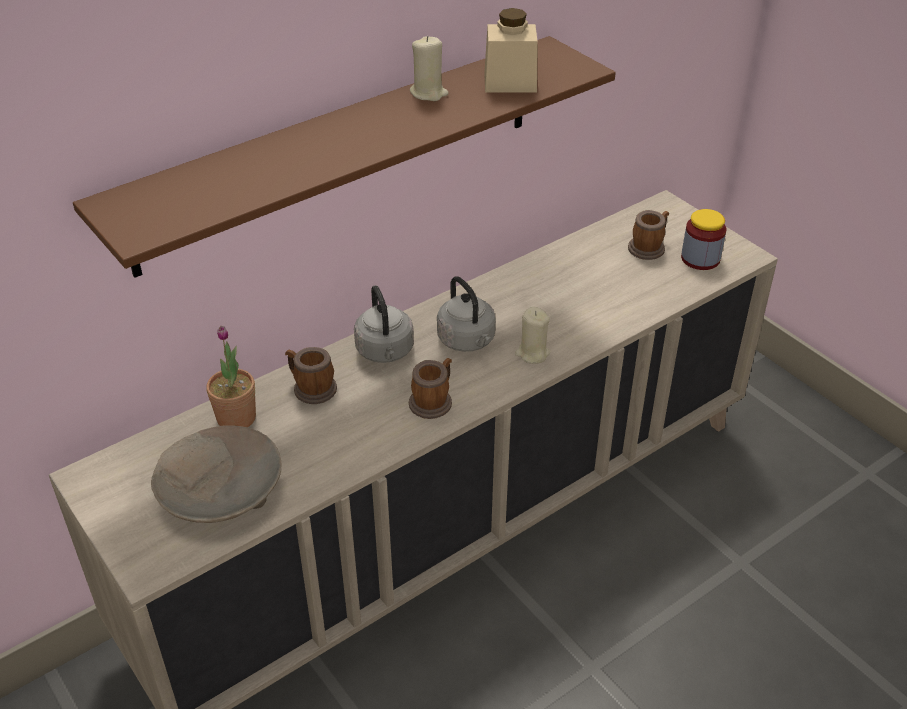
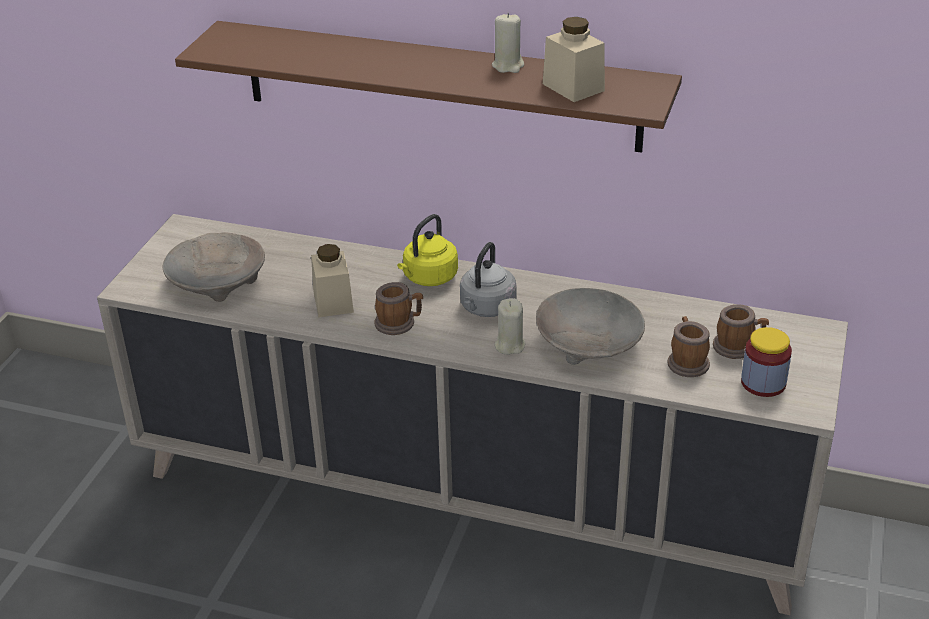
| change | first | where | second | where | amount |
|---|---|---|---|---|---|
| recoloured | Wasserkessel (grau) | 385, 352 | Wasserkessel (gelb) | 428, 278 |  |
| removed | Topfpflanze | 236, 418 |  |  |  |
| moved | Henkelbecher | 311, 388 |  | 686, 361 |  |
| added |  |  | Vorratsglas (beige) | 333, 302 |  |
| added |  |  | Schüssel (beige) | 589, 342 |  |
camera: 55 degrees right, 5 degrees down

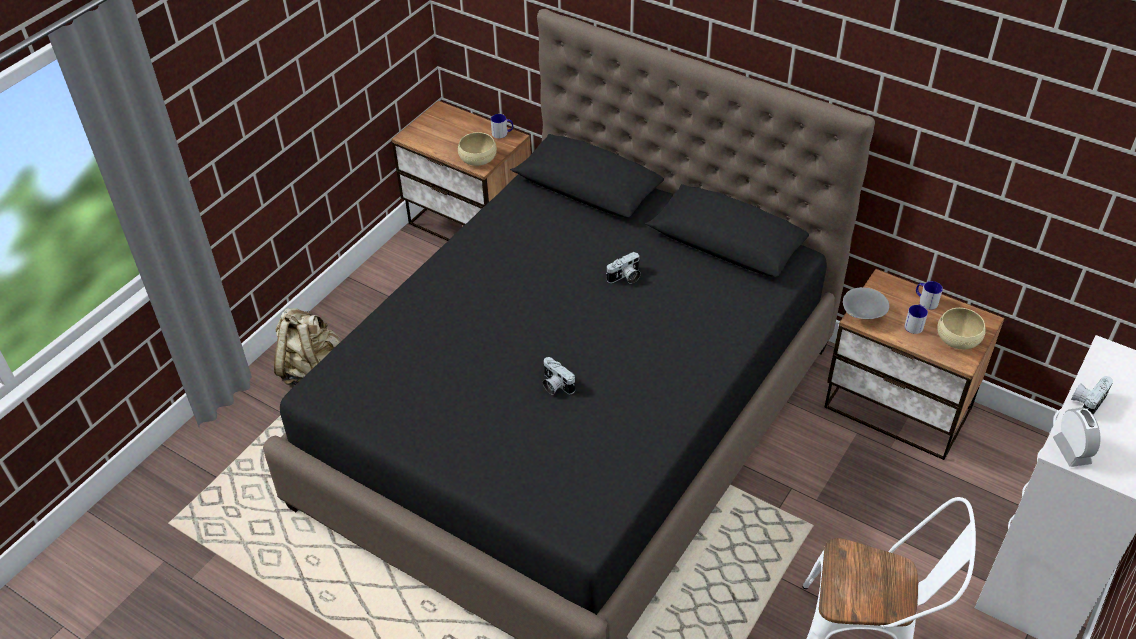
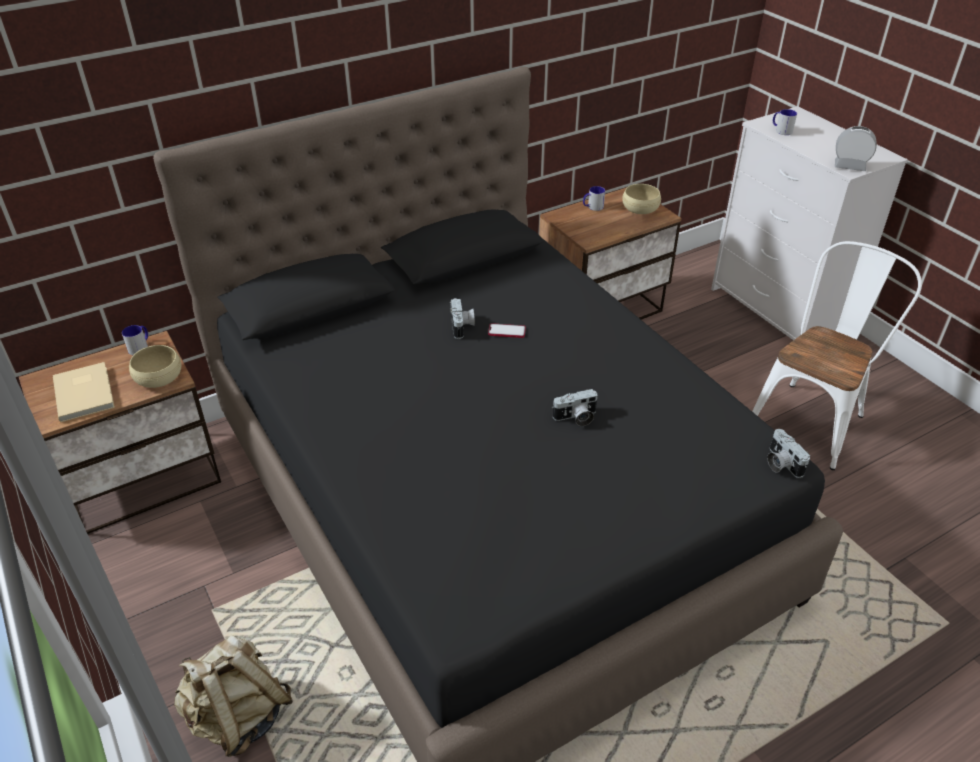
| change | first | where | second | where | amount |
|---|---|---|---|---|---|
| removed | Schüssel (grau) | 862, 315 |  |  |  |
| moved | Henkelbecher | 914, 324 |  | 781, 130 |  |
| moved | Kamera | 1087, 402 |  | 781, 463 |  |
| added |  |  | Handy | 506, 331 |  |
| added |  |  | Buch (beige) | 86, 392 |  |
camera: 65 degrees left, 5 degrees down

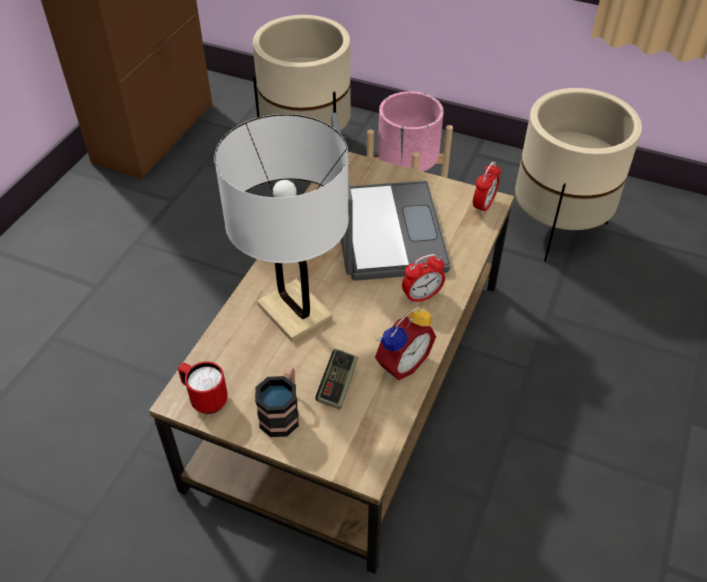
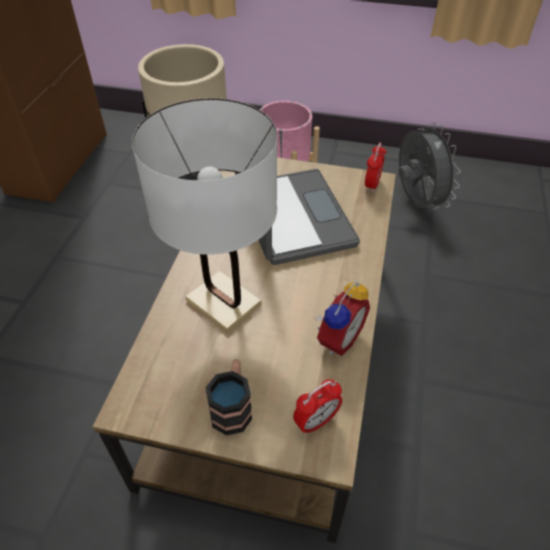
| change | first | where | second | where | amount |
|---|---|---|---|---|---|
| replaced | Pflanzkübel (beige) | 557, 227 | Ventilator (grau) | 415, 202 |  |
| moved | Wecker | 421, 296 |  | 316, 421 |  |
| removed | Gamepad | 337, 385 |  |  |  |
| removed | Henkelbecher (rot) | 205, 399 |  |  |  |
camera: 10 degrees left, 0 degrees up

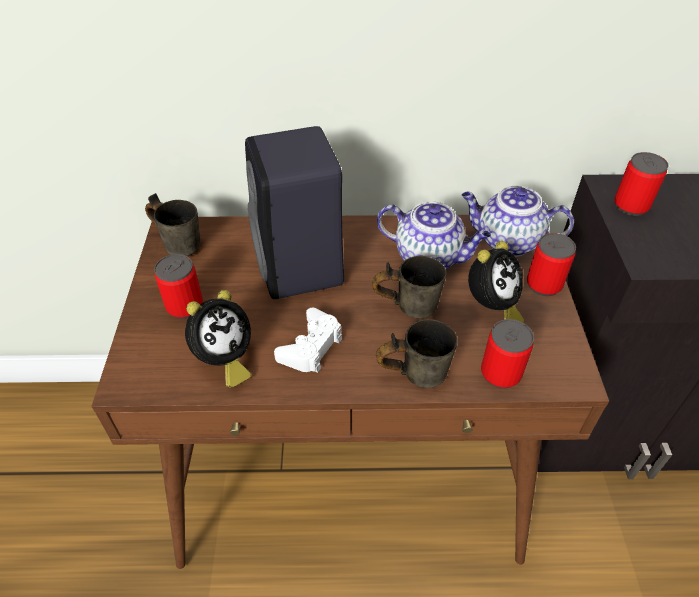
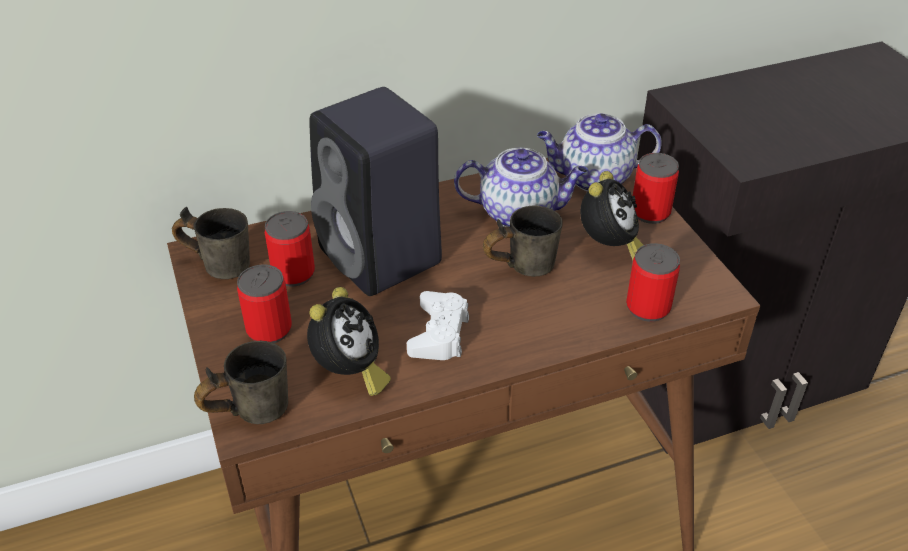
| change | first | where | second | where | amount |
|---|---|---|---|---|---|
| moved | Dose | 631, 206 |  | 293, 274 |  |
| moved | Henkelbecher (grau) | 413, 370 |  | 249, 408 |  |
camera: 20 degrees left, 5 degrees down

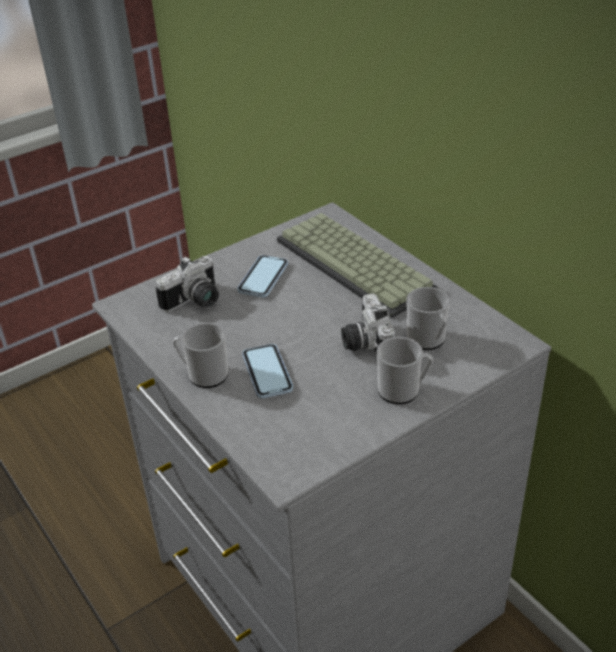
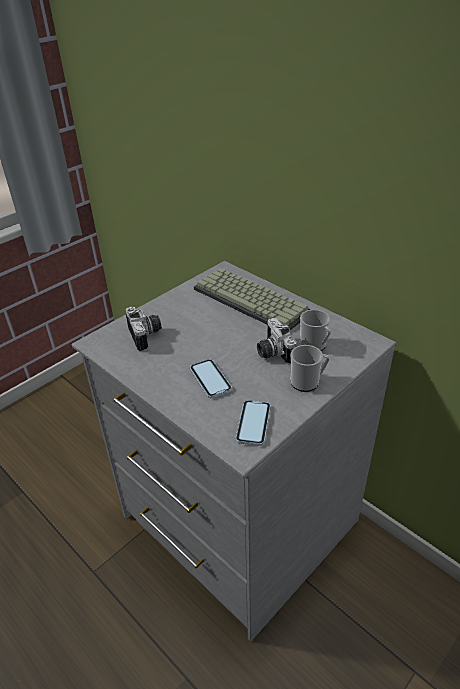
| change | first | where | second | where | amount |
|---|---|---|---|---|---|
| moved | Handy | 263, 278 |  | 253, 423 |  |
| turned | Kamera | 195, 302 |  | 147, 335 | 60 degrees counterclockwise |
| removed | Henkelbecher | 204, 374 |  |  |  |
camera: 10 degrees left, 0 degrees up

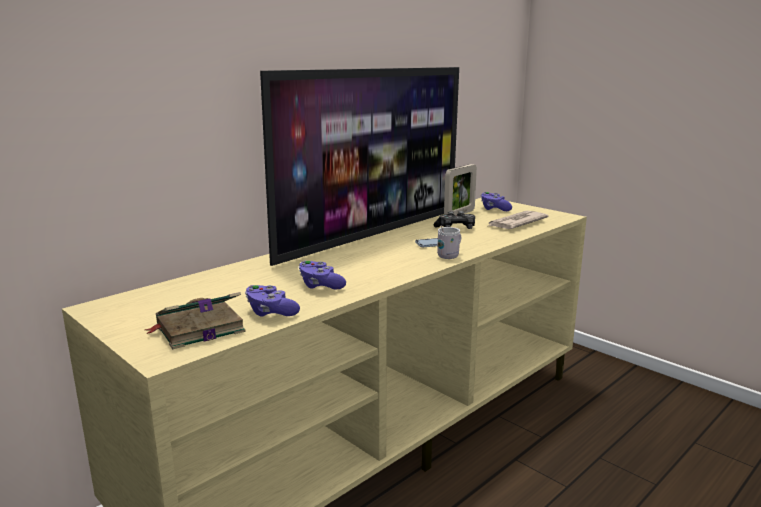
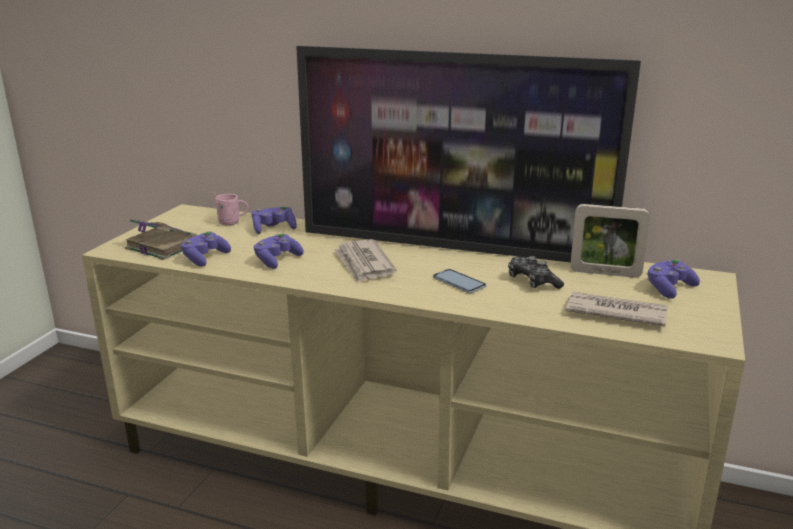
| change | first | where | second | where | amount |
|---|---|---|---|---|---|
| removed | Henkelbecher (weiß) | 450, 256 |  |  |  |
| added |  |  | Henkelbecher (rosa) | 233, 223 |  |
| added |  |  | Gamepad (lila) | 274, 229 |  |
| added |  |  | Zeitung | 364, 264 |  |
camera: 65 degrees right, 5 degrees up

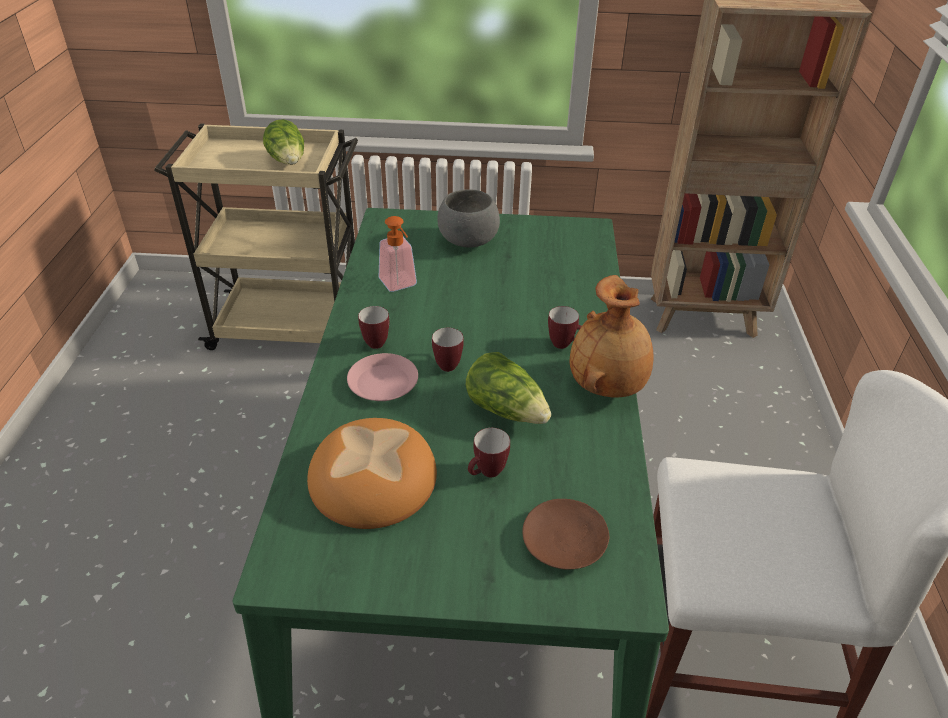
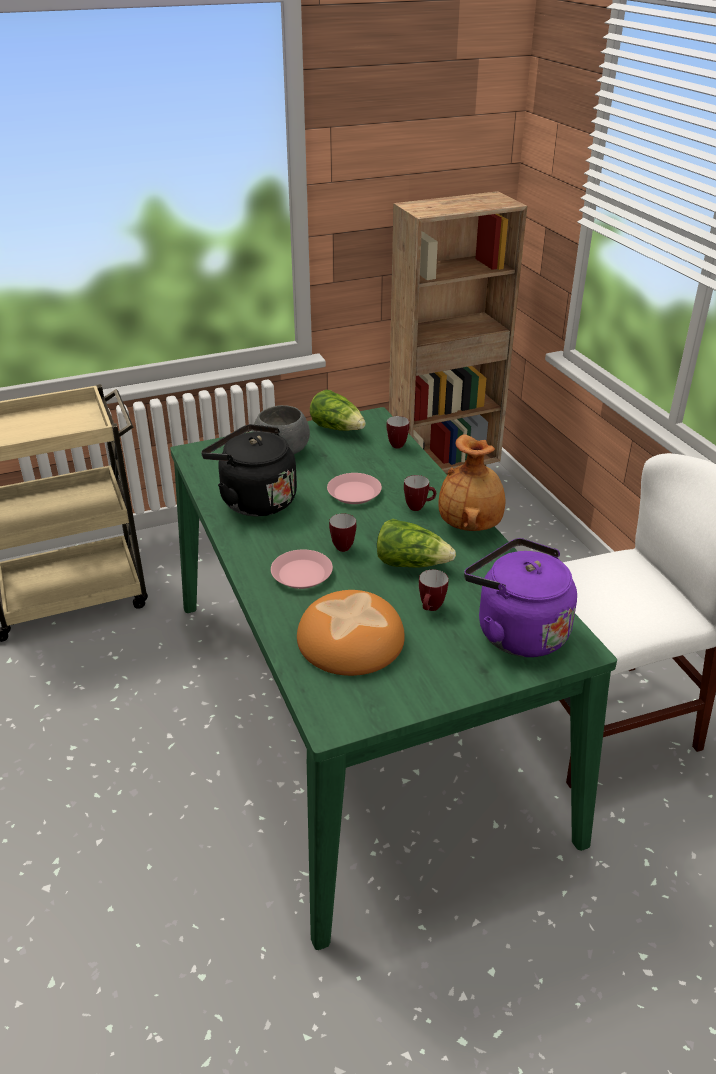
| change | first | where | second | where | amount |
|---|---|---|---|---|---|
| moved | Salatkopf | 288, 161 |  | 338, 428 |  |
| replaced | Seifenspender | 400, 285 | Wasserkessel (schwarz) | 254, 500 |  |
| moved | Henkelbecher | 377, 341 |  | 396, 444 |  |
| replaced | Teller (braun) | 565, 540 | Wasserkessel (lila) | 516, 631 |  |
| added |  |  | Teller (rosa) | 354, 493 |  |
camera: 25 degrees left, 5 degrees down

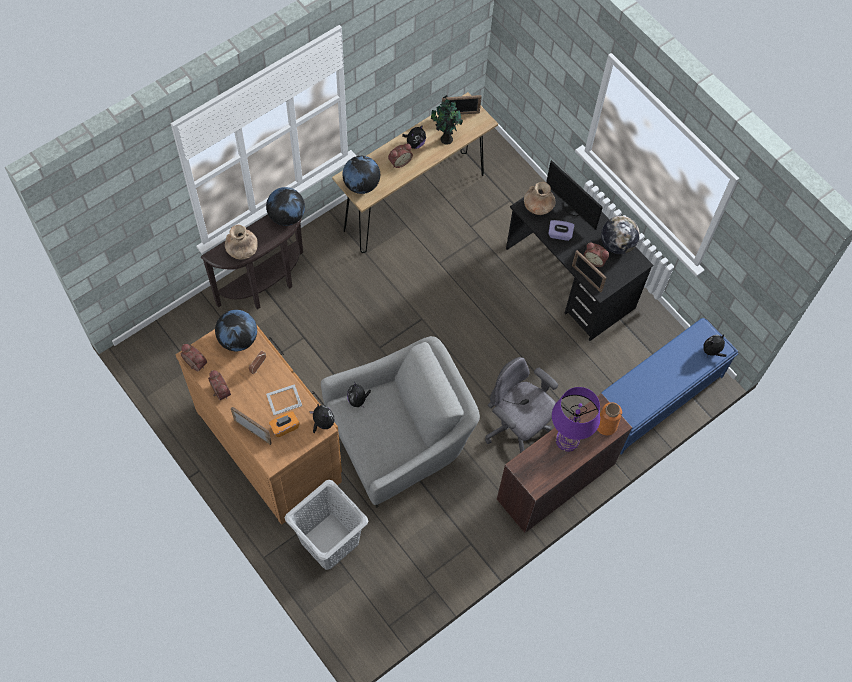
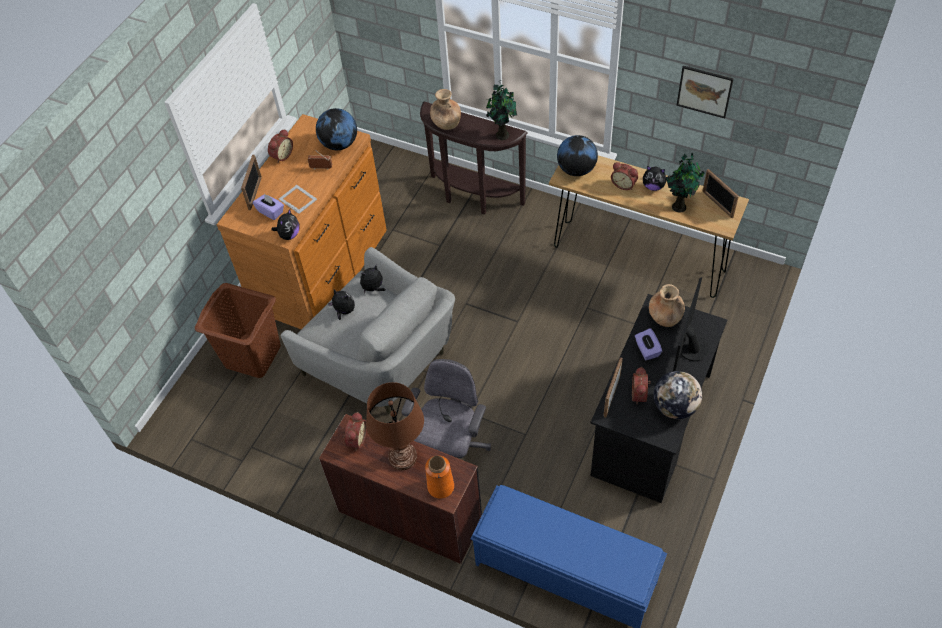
| change | first | where | second | where | amount |
|---|---|---|---|---|---|
| replaced | Globus | 287, 216 | Topfpflanze | 501, 134 |  |
| moved | Plüschtier | 712, 351 |  | 344, 311 |  |
| moved | Wecker | 194, 364 |  | 355, 439 |  |
| recoloured | Tischlampe (lila) | 567, 440 | Tischlampe (braun) | 403, 457 |  |
| recoloured | Taschentuchbox (orange) | 285, 427 | Taschentuchbox (lila) | 271, 211 |  |
| recoloured | Wäschekorb (grau) | 329, 541 | Wäschekorb (braun) | 252, 355 |  |
| added |  |  | Bild | 704, 91 |  |
camera: 70 degrees right, 10 degrees down

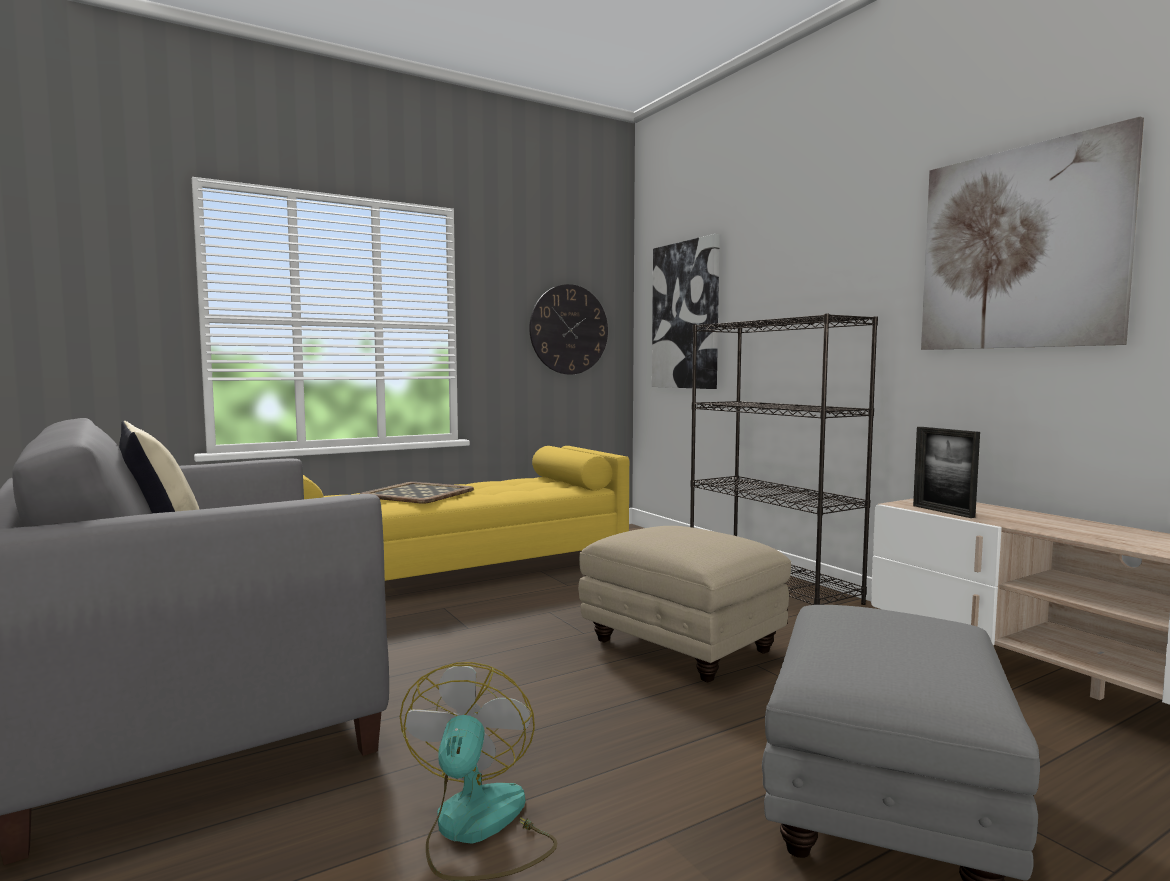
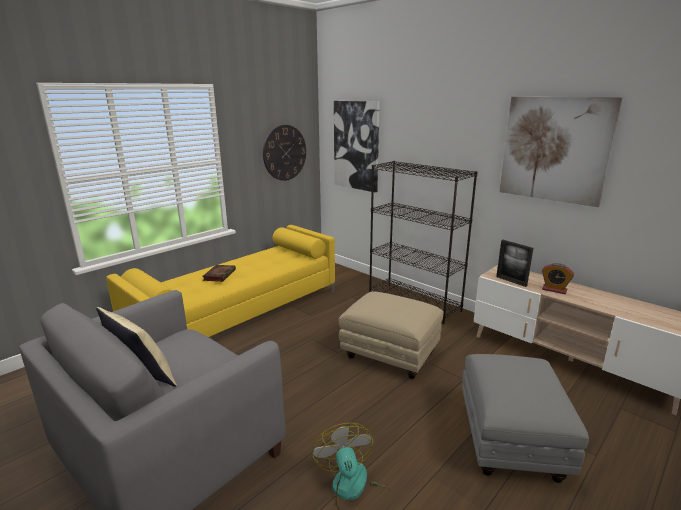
| change | first | where | second | where | amount |
|---|---|---|---|---|---|
| replaced | Tablett | 417, 493 | Buch | 219, 275 |  |
| added |  |  | Wecker | 554, 290 |  |
camera: 15 degrees left, 15 degrees up

